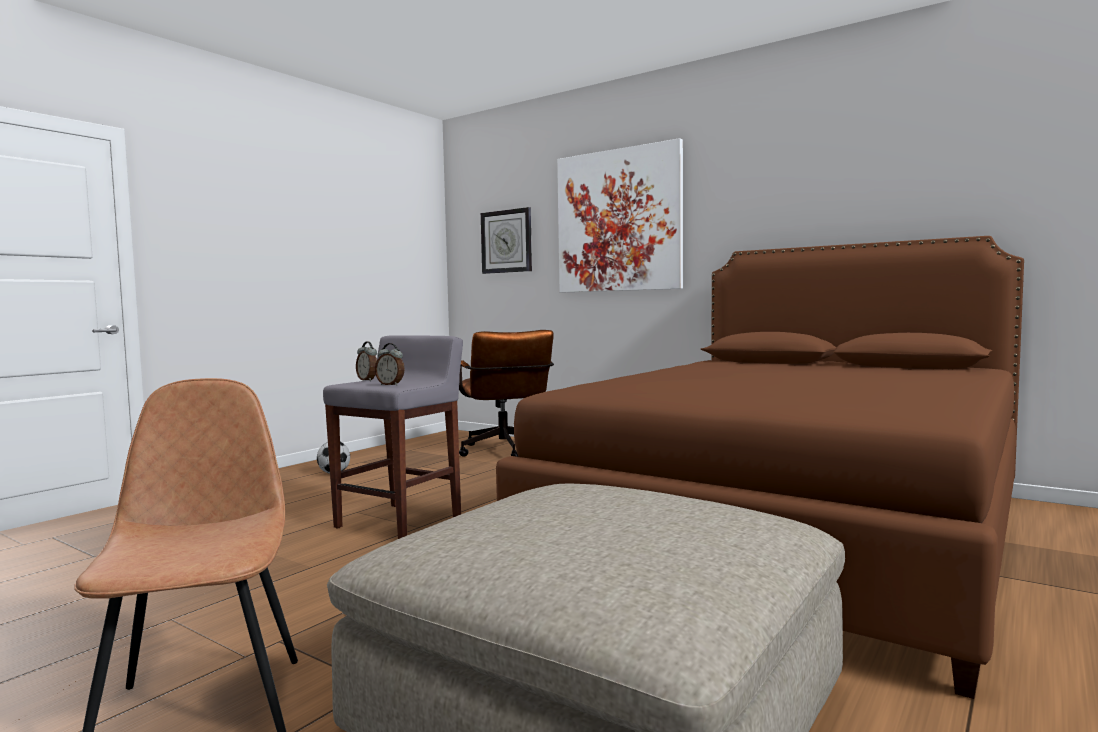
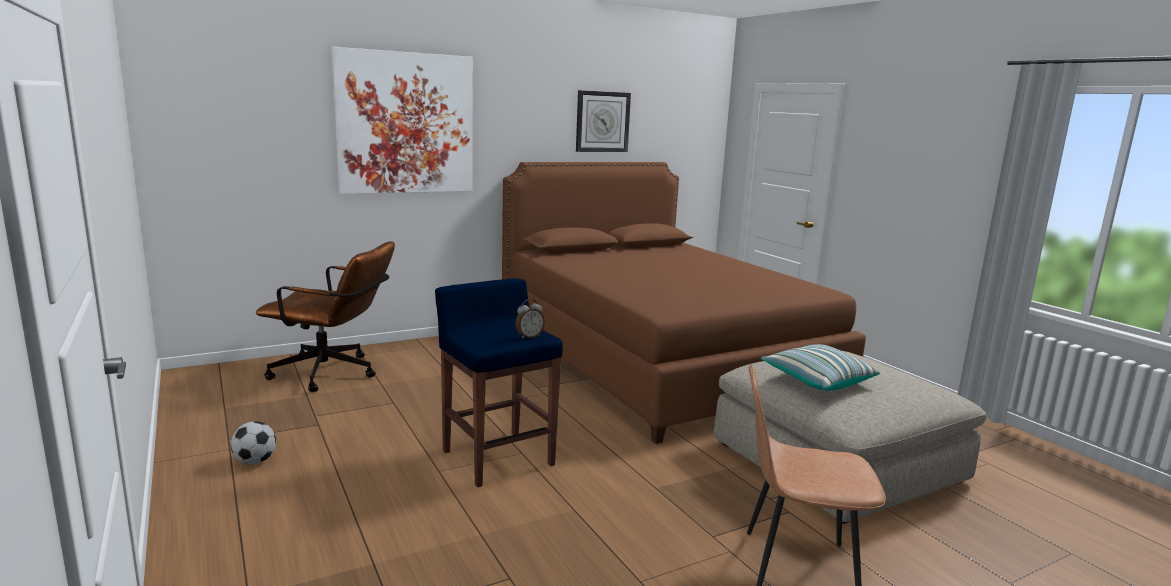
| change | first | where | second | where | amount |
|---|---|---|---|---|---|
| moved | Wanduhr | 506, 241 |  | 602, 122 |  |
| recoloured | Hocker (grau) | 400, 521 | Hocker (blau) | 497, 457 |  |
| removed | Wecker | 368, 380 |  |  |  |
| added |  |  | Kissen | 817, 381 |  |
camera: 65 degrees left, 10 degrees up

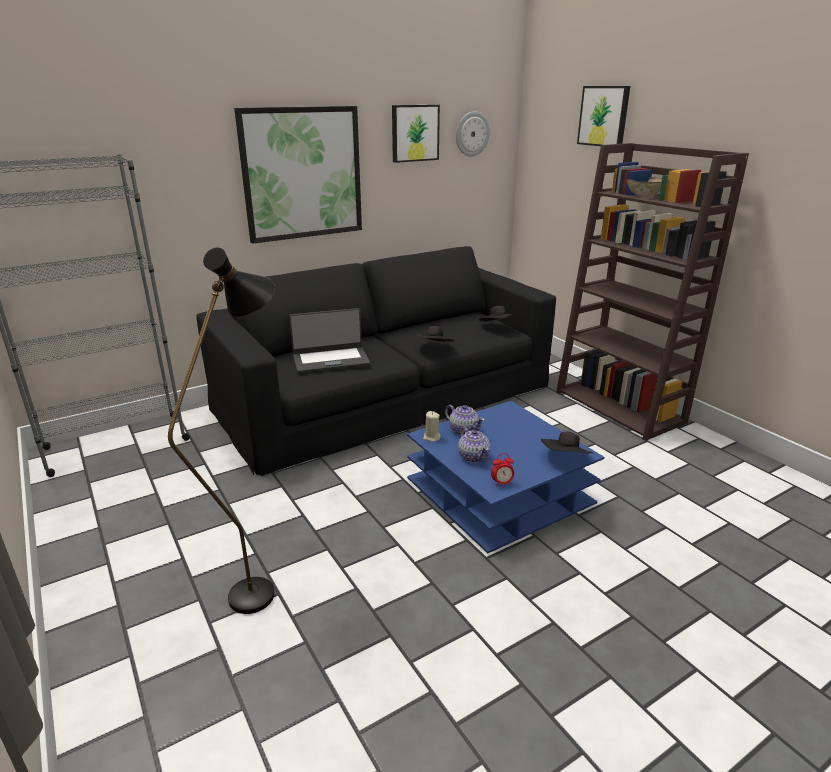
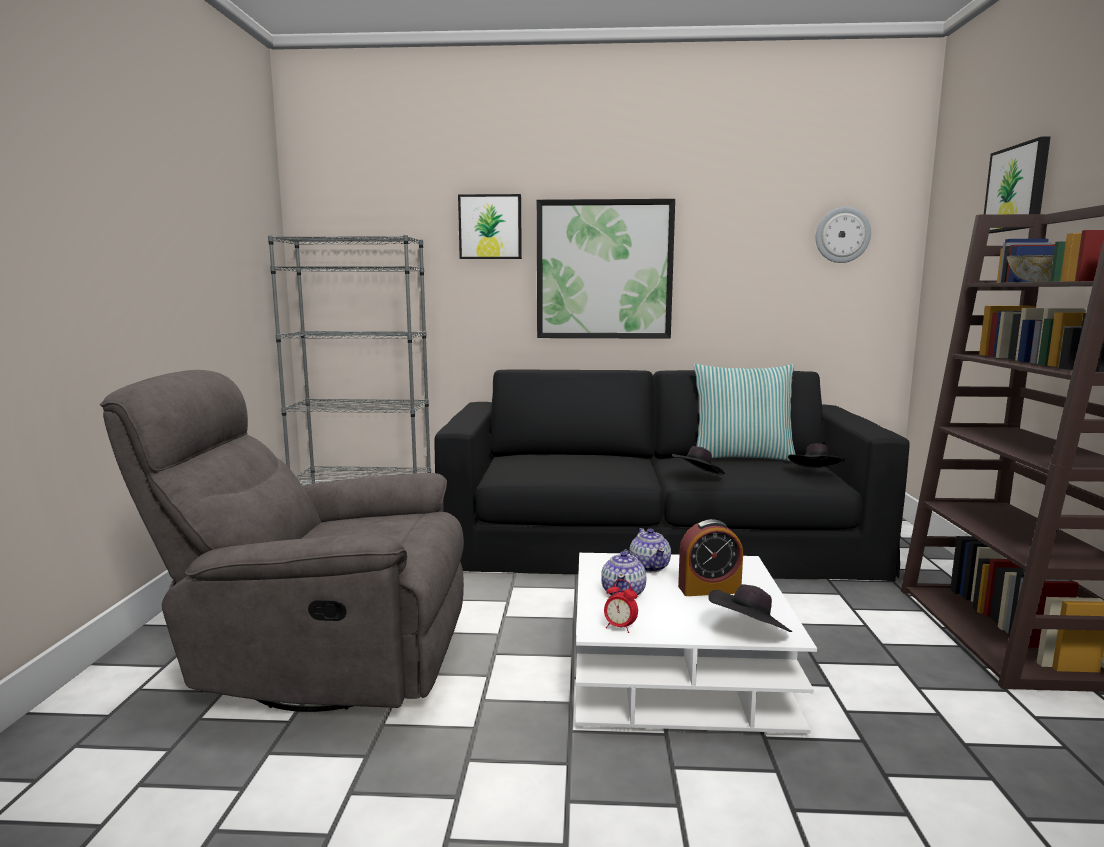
| change | first | where | second | where | amount |
|---|---|---|---|---|---|
| moved | Bild | 414, 133 |  | 490, 227 |  |
| replaced | Stehlampe (schwarz) | 263, 585 | Sessel (grau) | 322, 658 |  |
| removed | Laptop | 330, 359 |  |  |  |
| recoloured | Couchtisch (blau) | 499, 492 | Couchtisch (weiß) | 677, 669 |  |
| removed | Kerze (beige) | 431, 437 |  |  |  |
| added |  |  | Kissen | 741, 457 |  |
| added |  |  | Wecker | 709, 589 |  |
camera: 35 degrees right, 15 degrees down

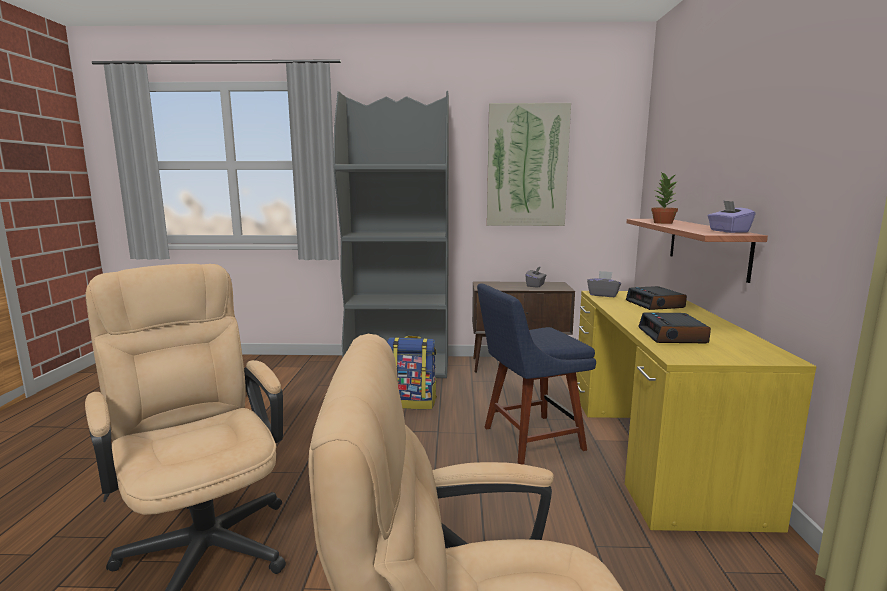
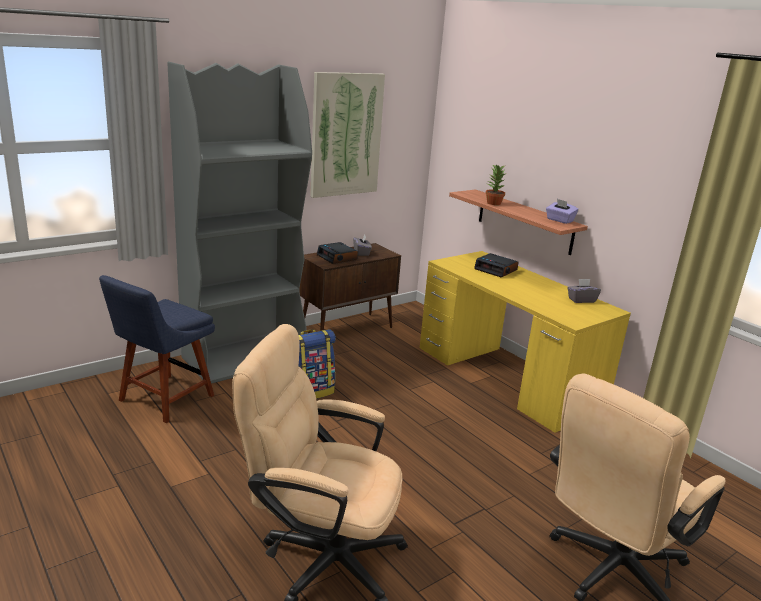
| change | first | where | second | where | amount |
|---|---|---|---|---|---|
| moved | Taschentuchbox (grau) | 603, 295 |  | 581, 300 |  |
| moved | Stuhl (blau) | 528, 439 |  | 163, 400 |  |
| moved | Wecker | 673, 336 |  | 337, 257 |  |
camera: 40 degrees left, 10 degrees up

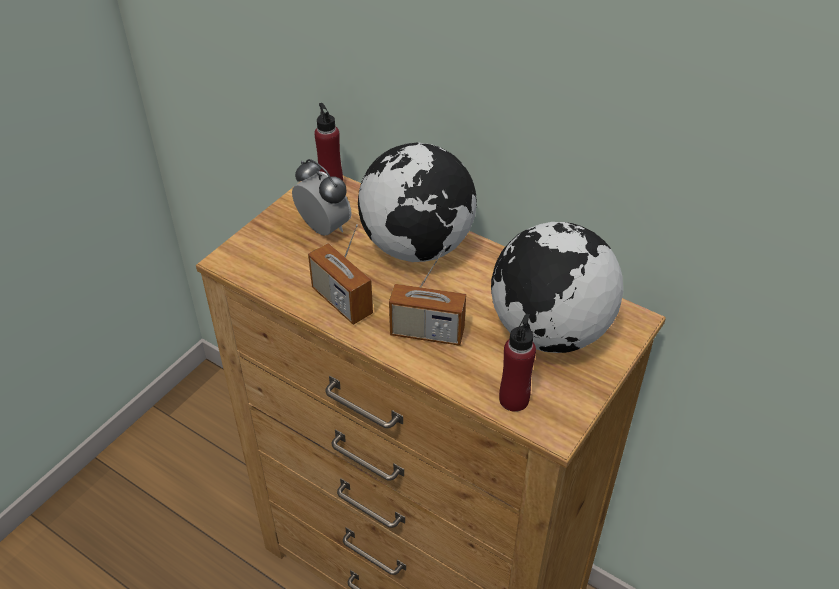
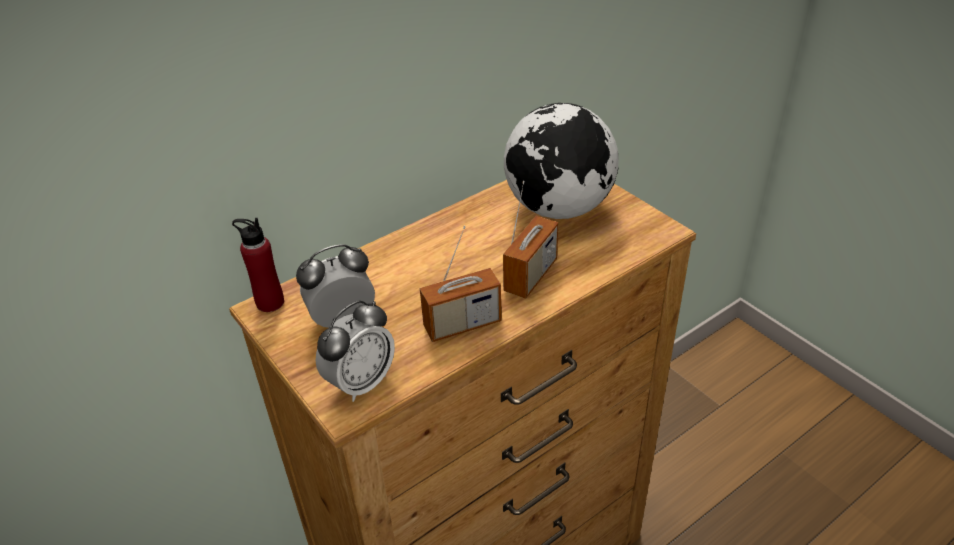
| change | first | where | second | where | amount |
|---|---|---|---|---|---|
| removed | Globus | 418, 247 |  |  |  |
| removed | Flasche (rot) | 514, 399 |  |  |  |
| added |  |  | Wecker | 361, 382 |  |
camera: 70 degrees left, 5 degrees down

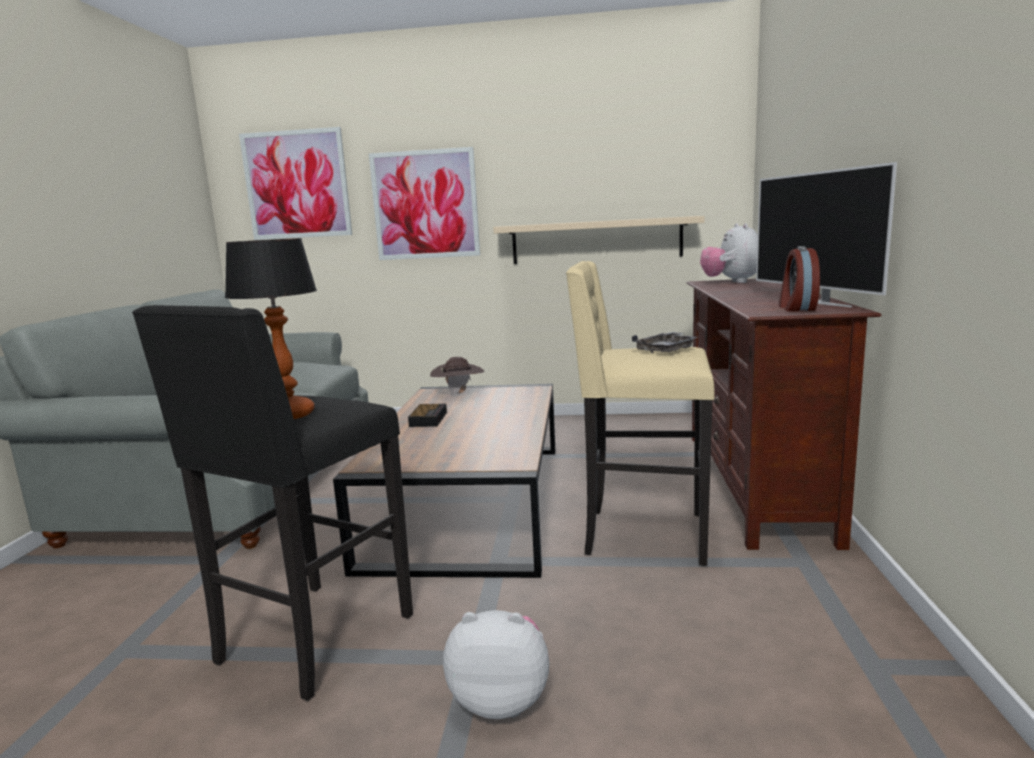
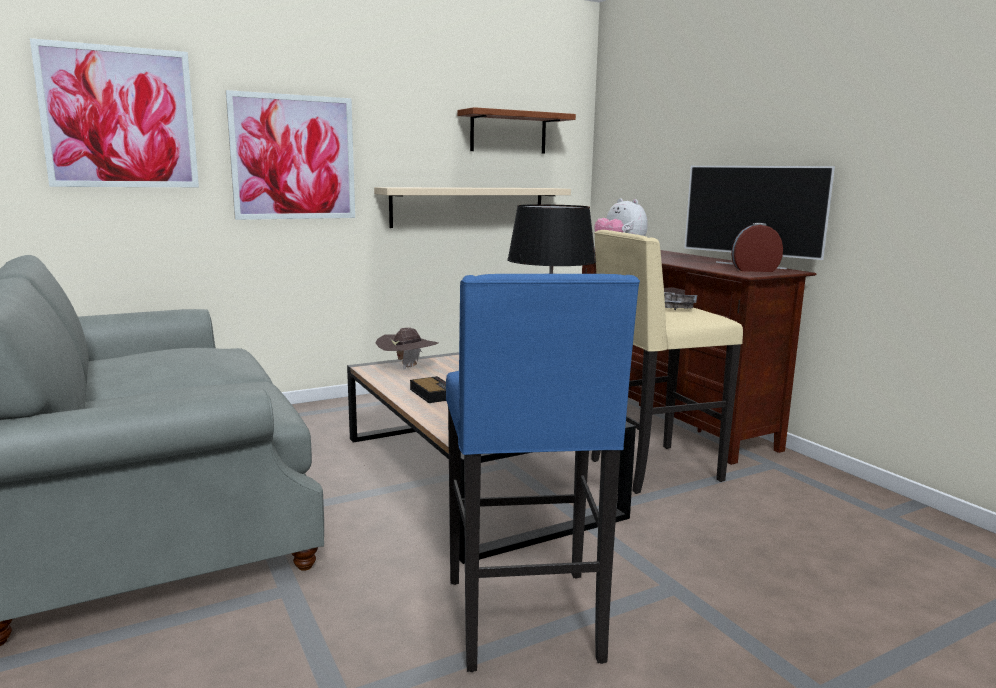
| change | first | where | second | where | amount |
|---|---|---|---|---|---|
| turned | Wecker | 796, 308 |  | 754, 270 | 120 degrees clockwise |
| recoloured | Hocker (schwarz) | 312, 640 | Hocker (blau) | 526, 621 |  |
| removed | Plüschtier | 501, 699 |  |  |  |
| added |  |  | Wandregal (braun) | 508, 132 |  |
camera: 35 degrees left, 0 degrees up

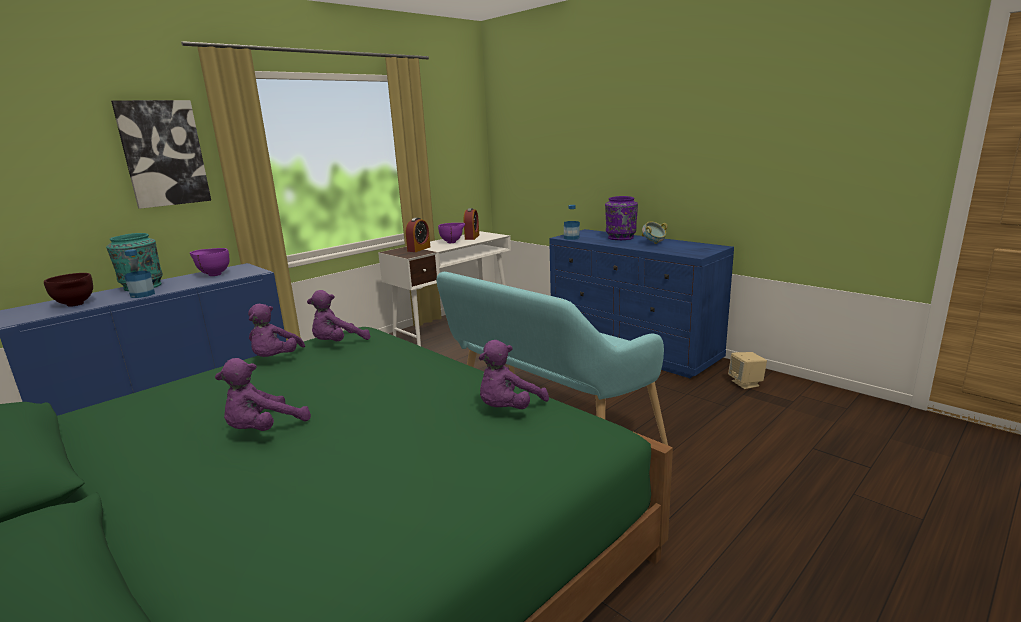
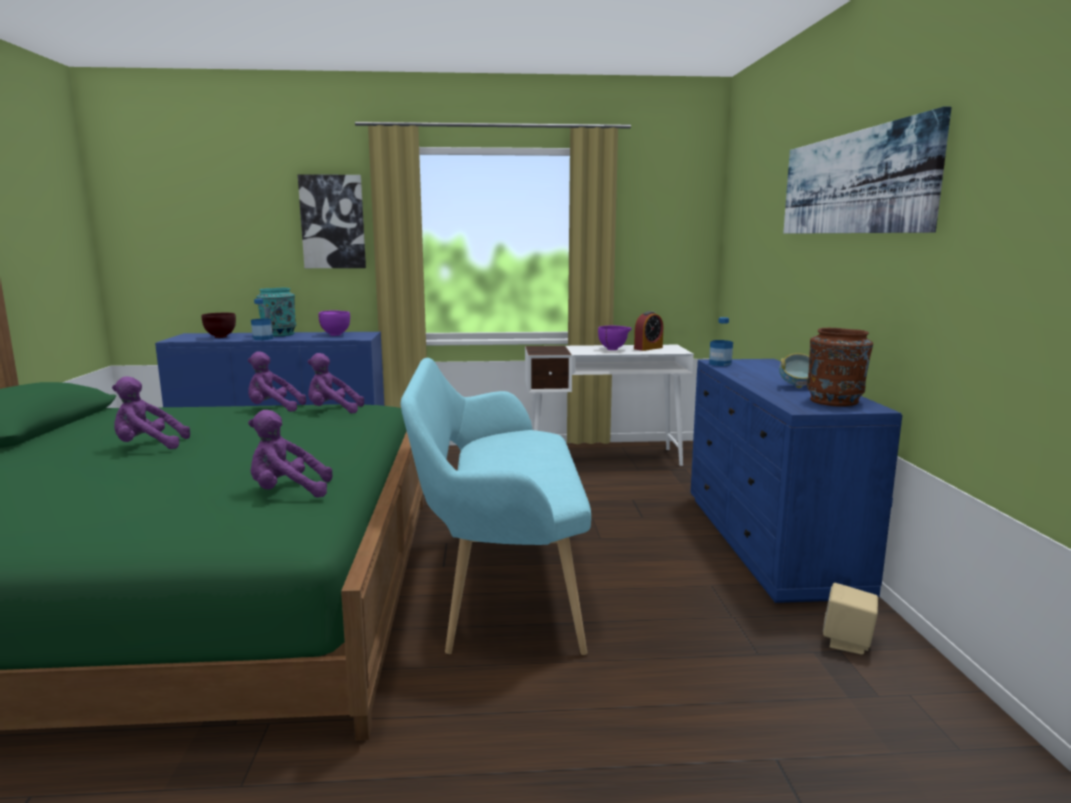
| change | first | where | second | where | amount |
|---|---|---|---|---|---|
| removed | Vase (lila) | 620, 238 |  |  |  |
| removed | Wecker | 419, 249 |  |  |  |
| turned | Plüschtier (lila) | 275, 359 |  | 273, 409 | 45 degrees clockwise |
| added |  |  | Bild | 852, 183 |  |
| added |  |  | Vase (braun) | 835, 401 |  |
camera: 40 degrees right, 5 degrees down

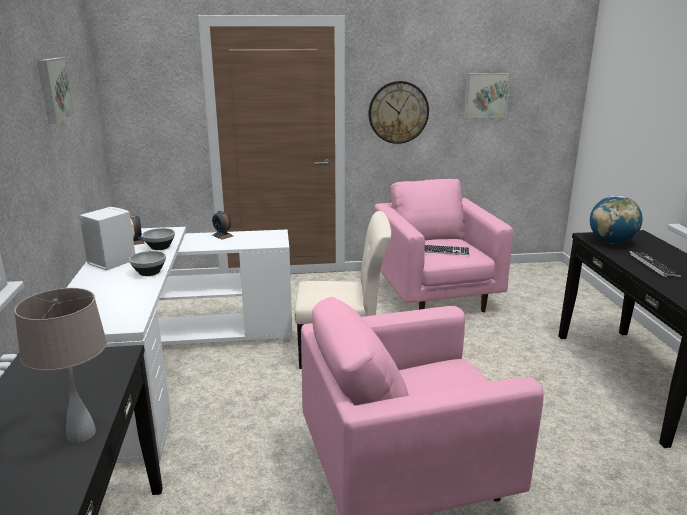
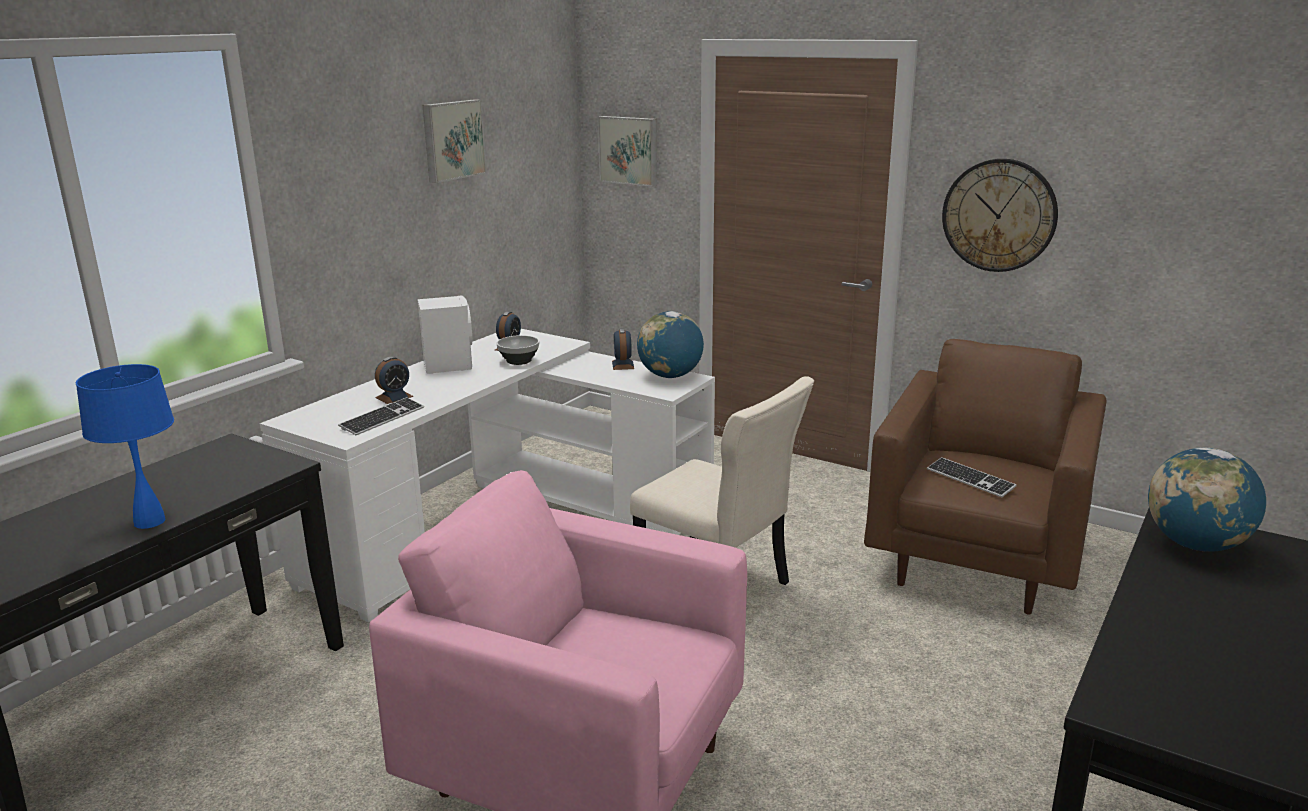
| change | first | where | second | where | amount |
|---|---|---|---|---|---|
| moved | Bild | 485, 95 |  | 629, 150 |  |
| recoloured | Sessel (rosa) | 435, 296 | Sessel (braun) | 977, 559 |  |
| removed | Schüssel | 150, 272 |  |  |  |
| moved | Tastatur | 653, 265 |  | 382, 418 |  |
| recoloured | Tischlampe (beige) | 82, 434 | Tischlampe (blau) | 150, 522 |  |
| added |  |  | Globus | 670, 376 |  |
| added |  |  | Wecker | 394, 397 |  |
camera: 40 degrees right, 0 degrees up

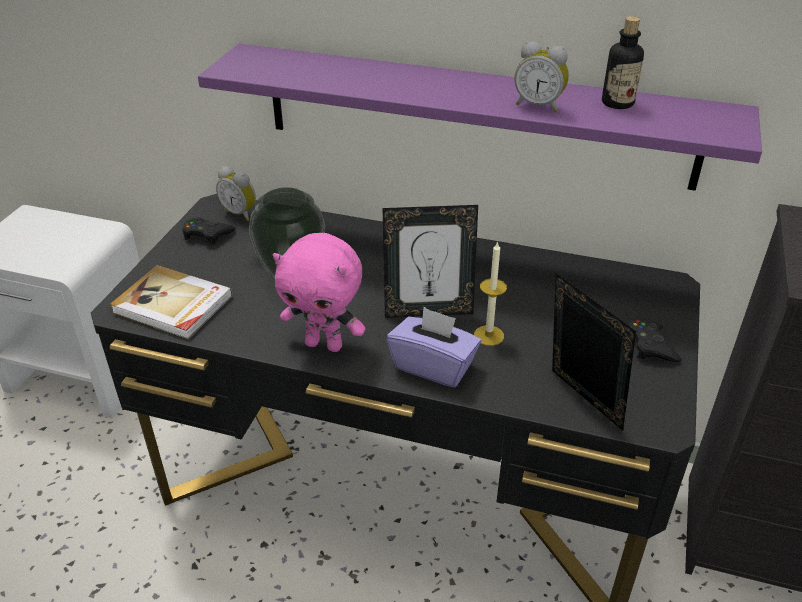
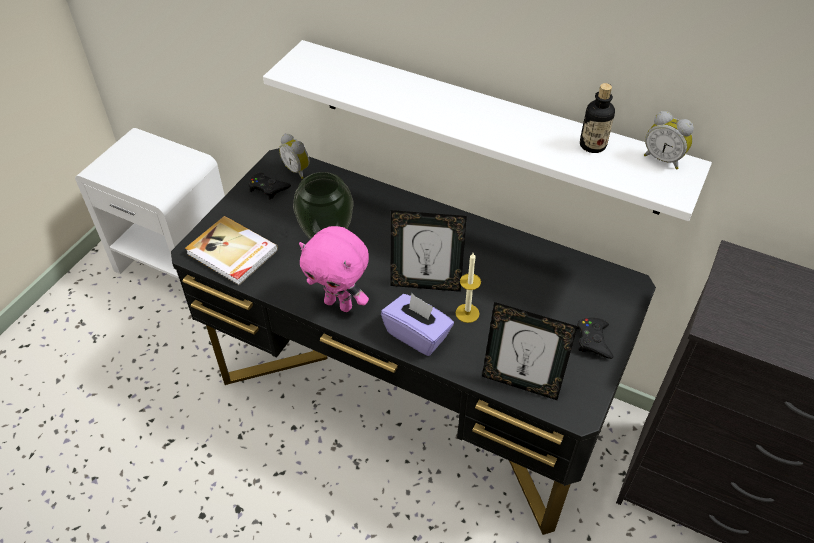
| change | first | where | second | where | amount |
|---|---|---|---|---|---|
| moved | Wecker | 539, 105 |  | 663, 159 |  |
| recoloured | Wandregal (lila) | 476, 115 | Wandregal (weiß) | 486, 126 |  |
| turned | Bilderrahmen | 580, 403 |  | 520, 383 | 135 degrees clockwise |
camera: 10 degrees right, 10 degrees up

